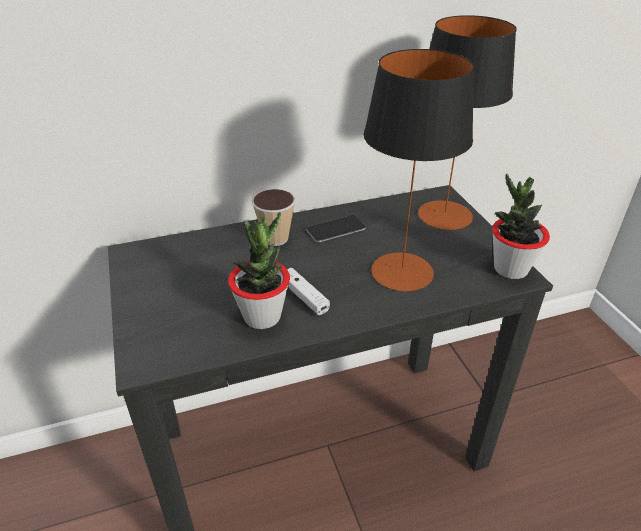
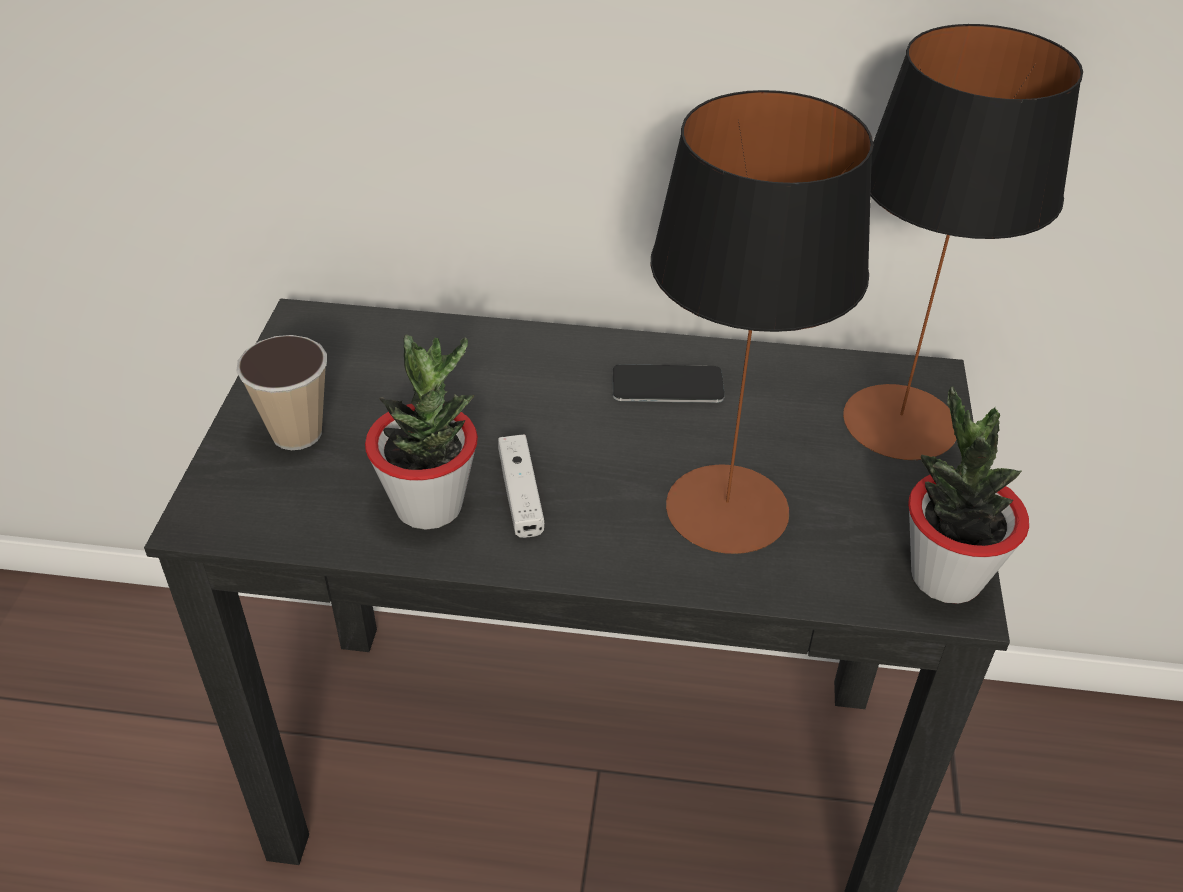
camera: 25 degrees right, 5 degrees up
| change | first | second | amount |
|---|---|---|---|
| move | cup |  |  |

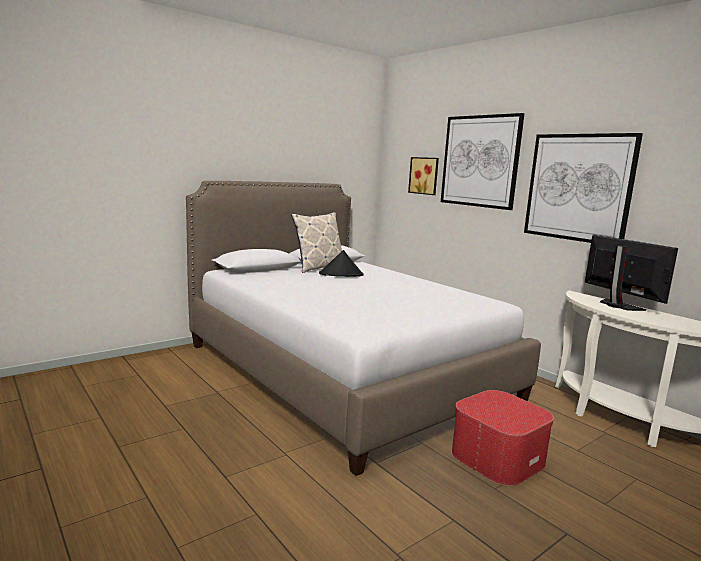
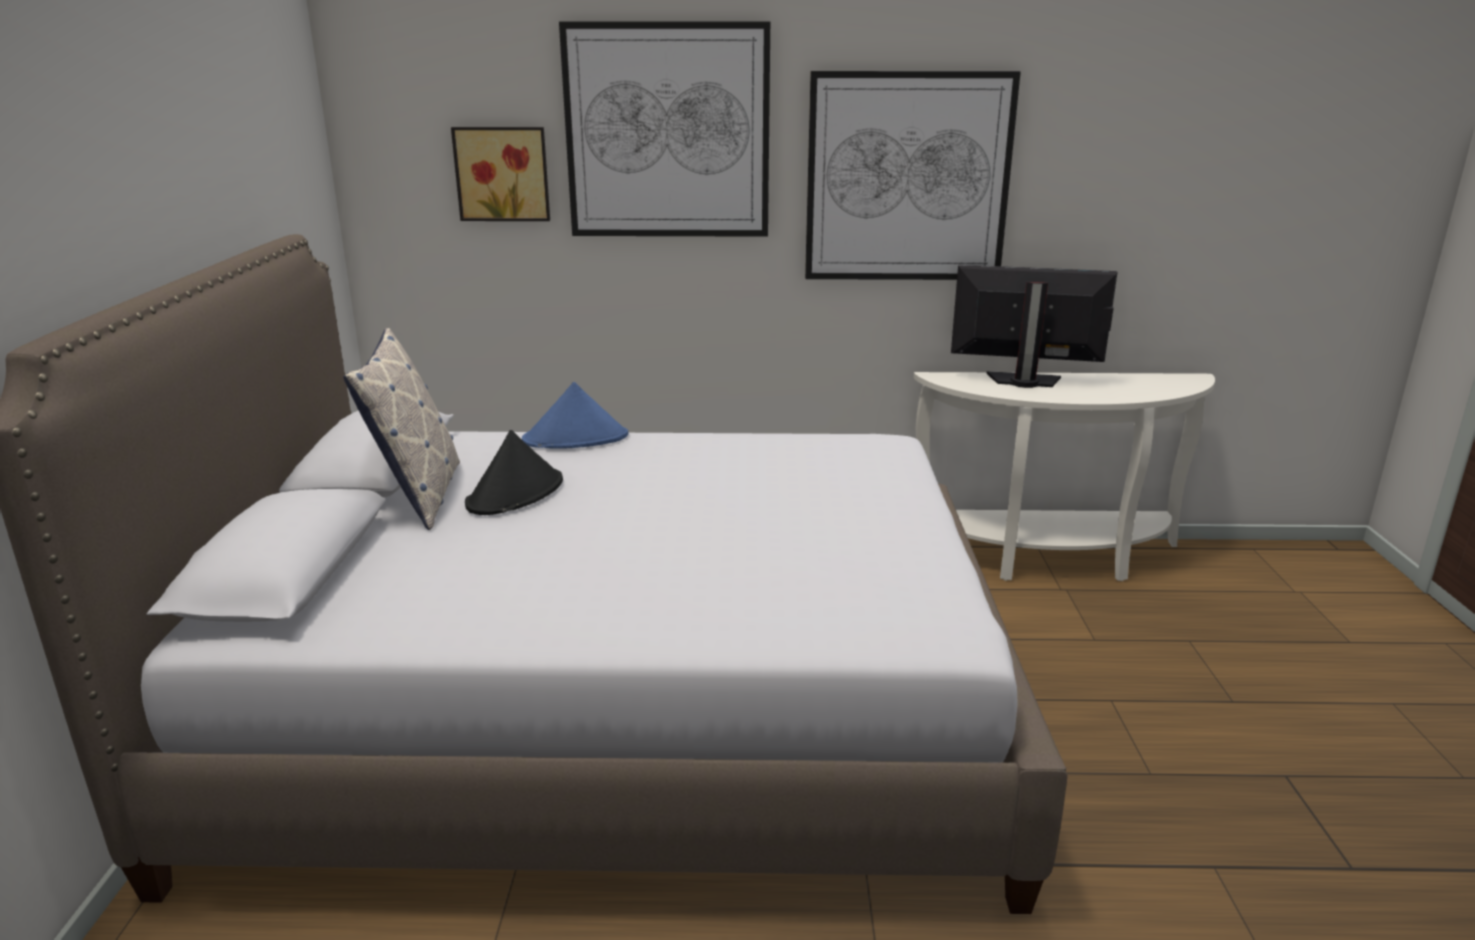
camera: 50 degrees left, 10 degrees up
| change | first | second | amount |
|---|---|---|---|
| delete | footrest |  |  |
| insert |  | hat/bluish |  |

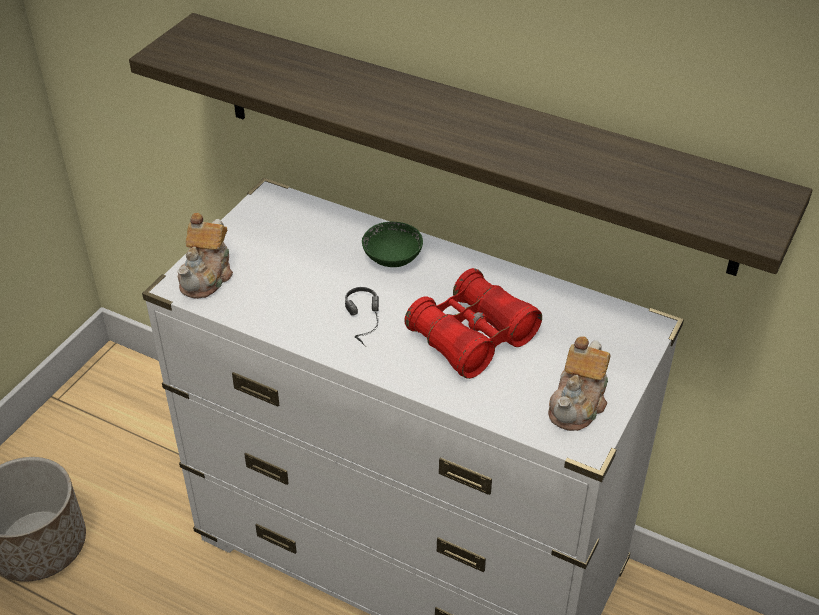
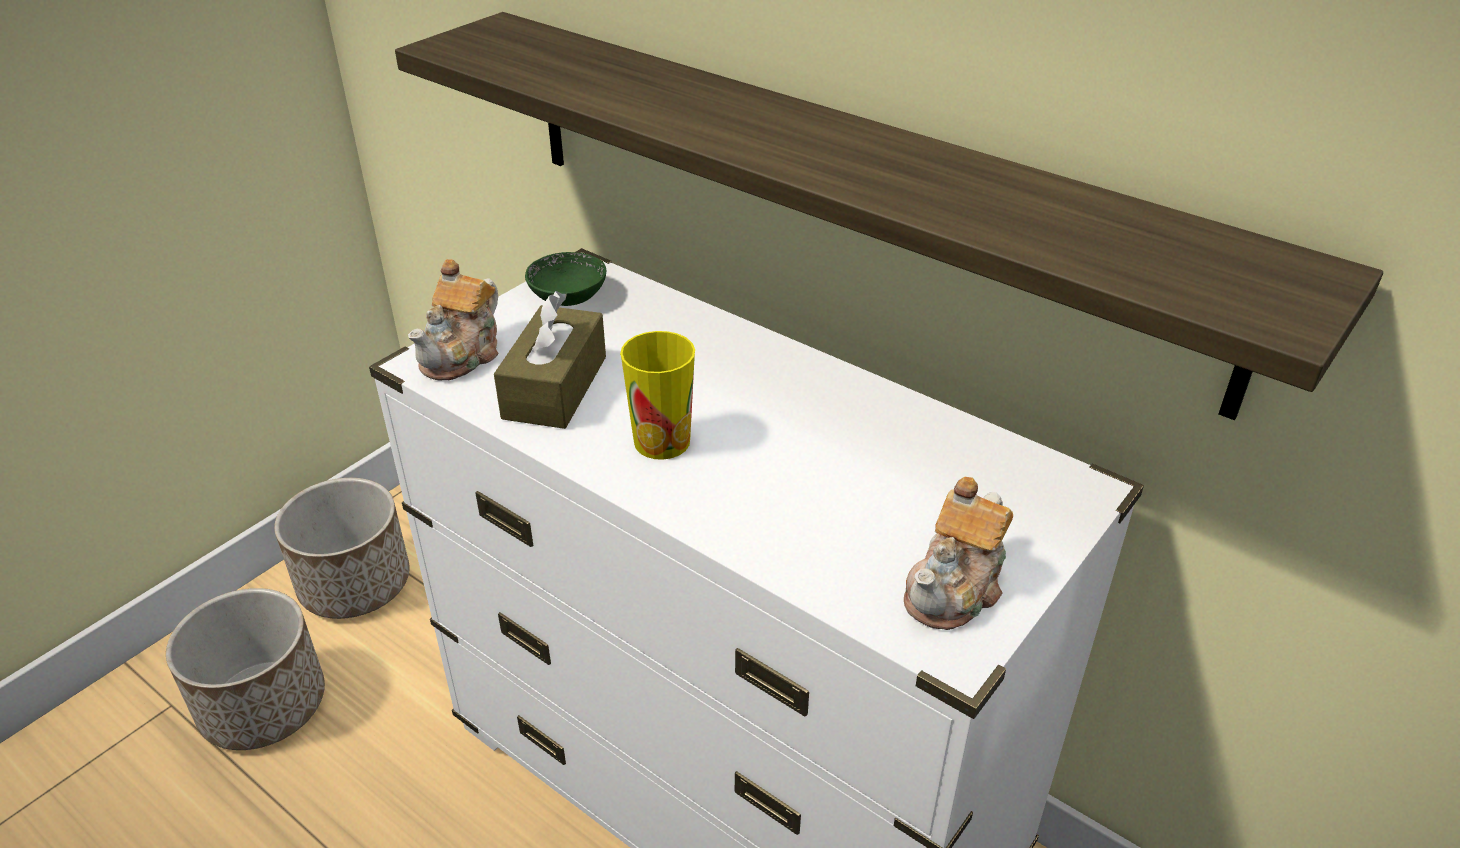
camera: 10 degrees right, 5 degrees down
| change | first | second | amount |
|---|---|---|---|
| delete | field glasses/reddish |  |  |
| insert |  | plant pot (2nd from left) |  |
| insert |  | box of tissues/brown |  |
| move | serving bowl/greenish |  |  |
| replace | headset | cup |  |

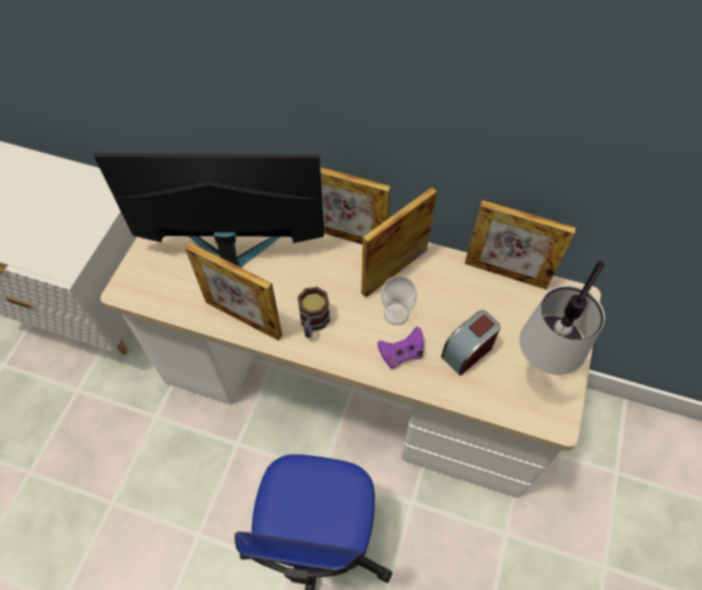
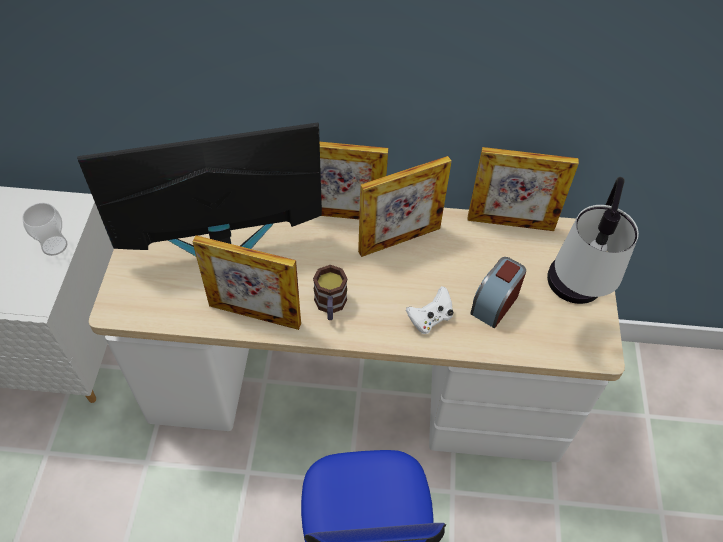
camera: 15 degrees left, 5 degrees down
| change | first | second | amount |
|---|---|---|---|
| move | cup |  |  |
| recolor | game controller/purple-coloured | game controller/whitish |  |
| rotate | picture frame (3rd from left) |  | 150 degrees counterclockwise |

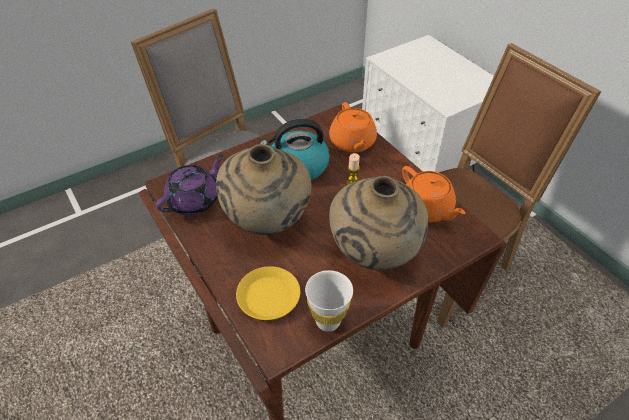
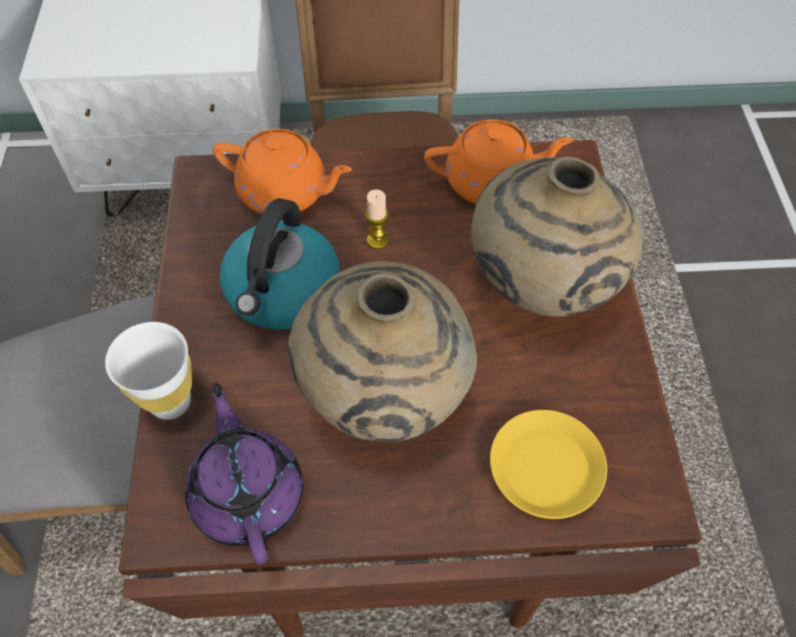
camera: 60 degrees left, 10 degrees up
| change | first | second | amount |
|---|---|---|---|
| move | cup/whitish |  |  |

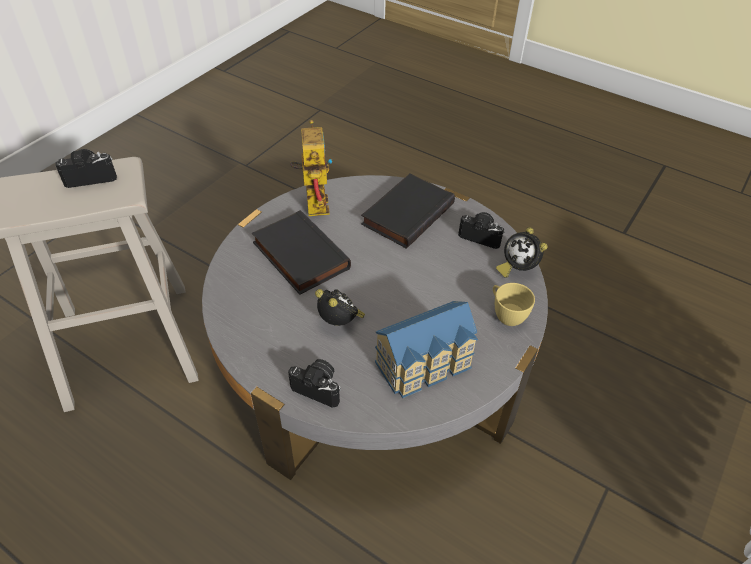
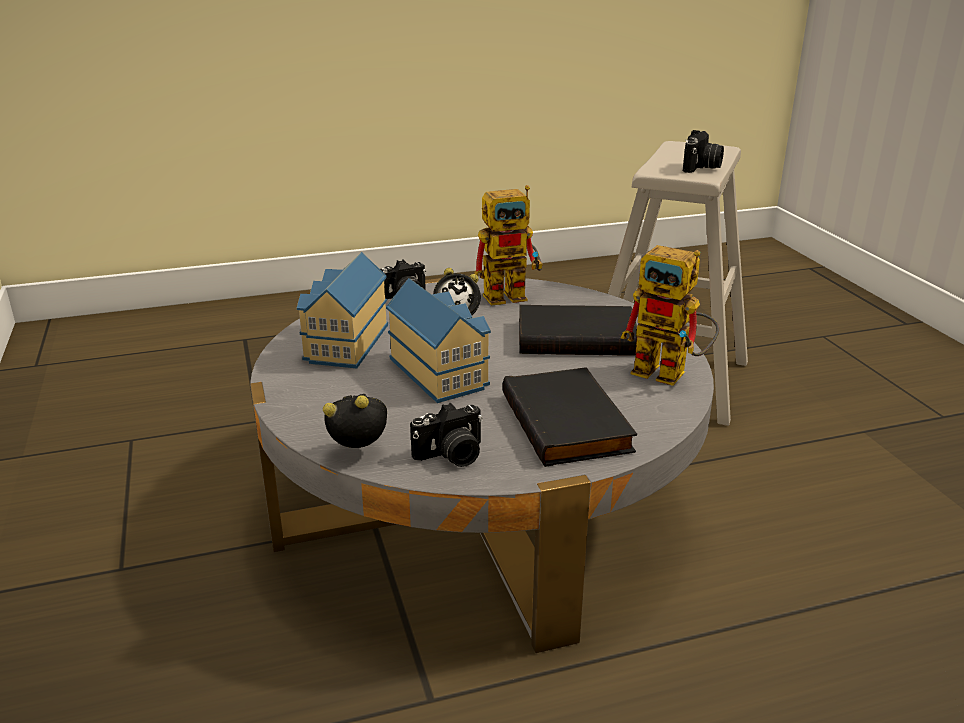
camera: 130 degrees right, 20 degrees down
| change | first | second | amount |
|---|---|---|---|
| delete | cup/yellow |  |  |
| insert |  | model house (2nd from left) |  |
| insert |  | toy robot (1st from left) |  |

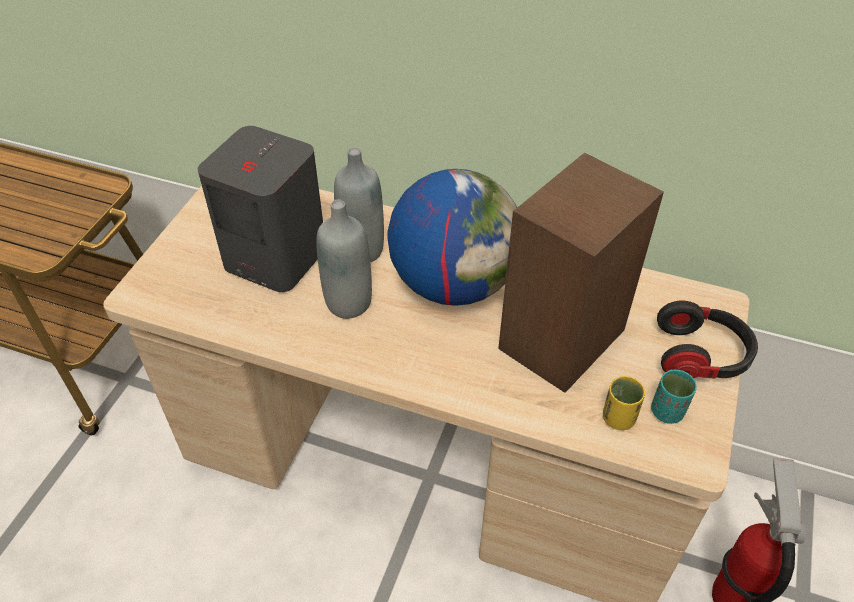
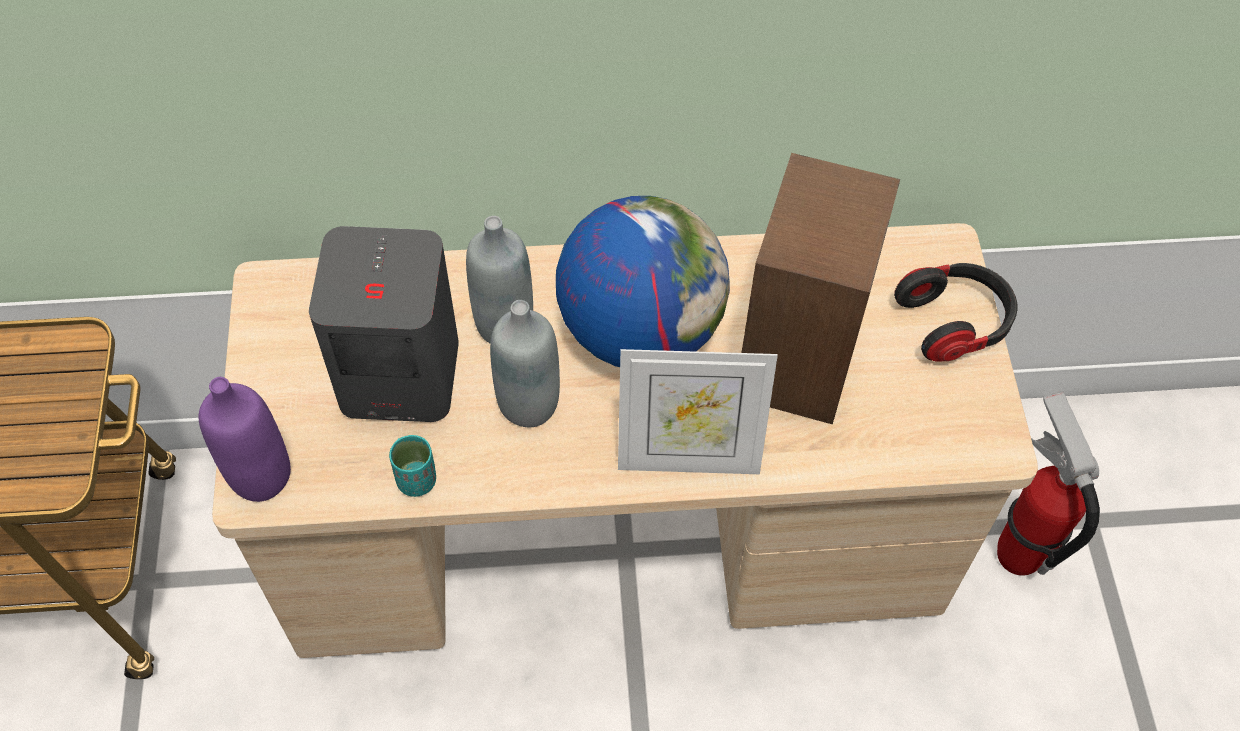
camera: 25 degrees left, 10 degrees up
| change | first | second | amount |
|---|---|---|---|
| delete | cup/yellow |  |  |
| insert |  | bottle/purple-coloured |  |
| insert |  | picture frame |  |
| move | cup/turquoise |  |  |

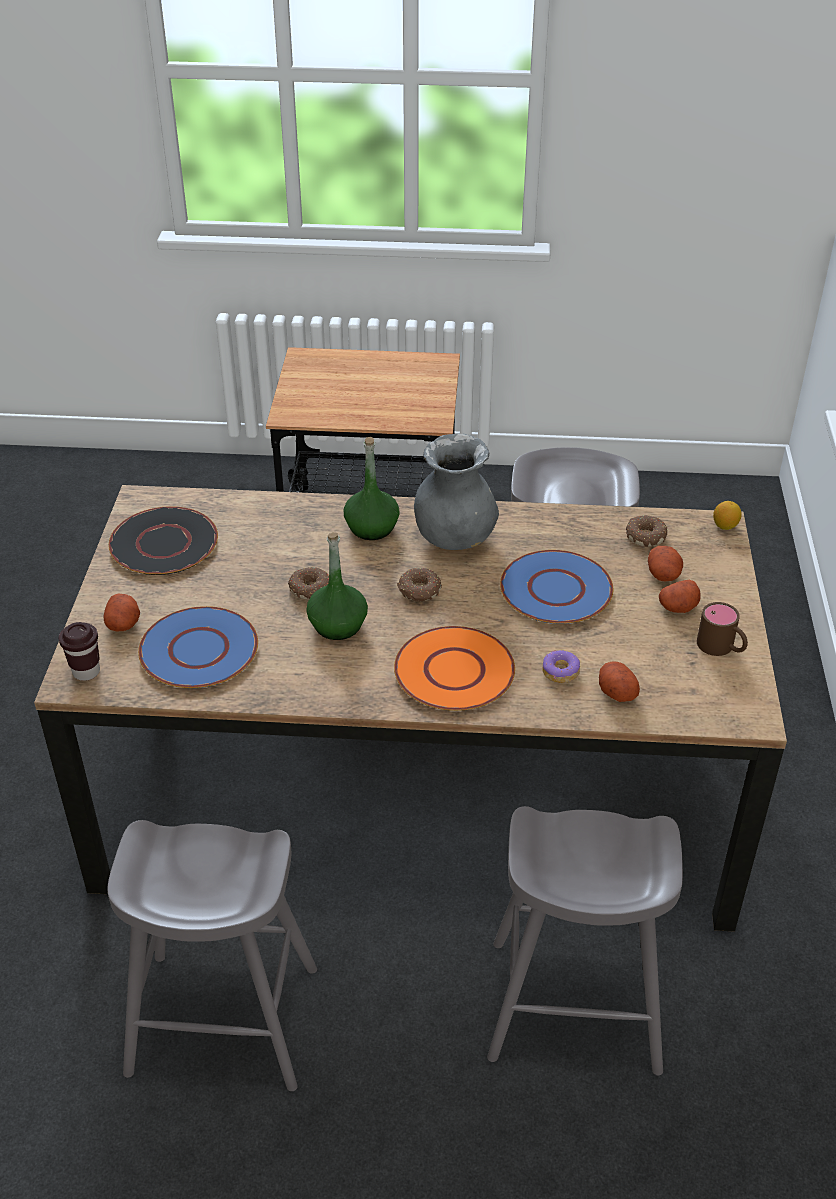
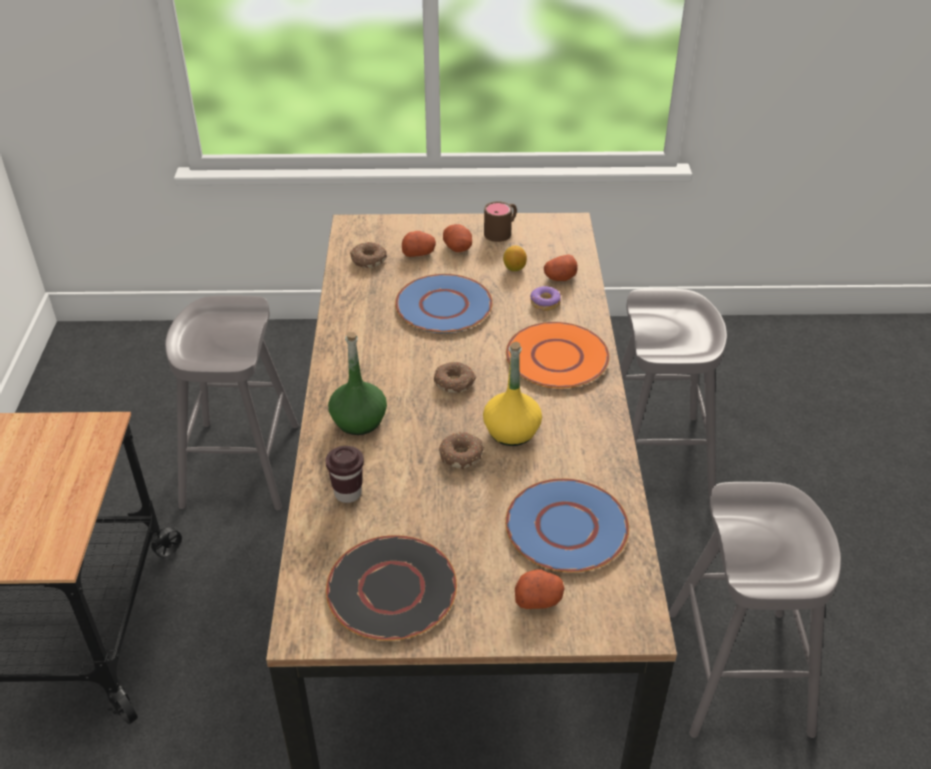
camera: 95 degrees left, 0 degrees up
| change | first | second | amount |
|---|---|---|---|
| delete | flower vase/grey |  |  |
| move | cup/brown |  |  |
| move | lemon |  |  |
| recolor | bottle/greenish (1st from left) | bottle/yellow |  |

